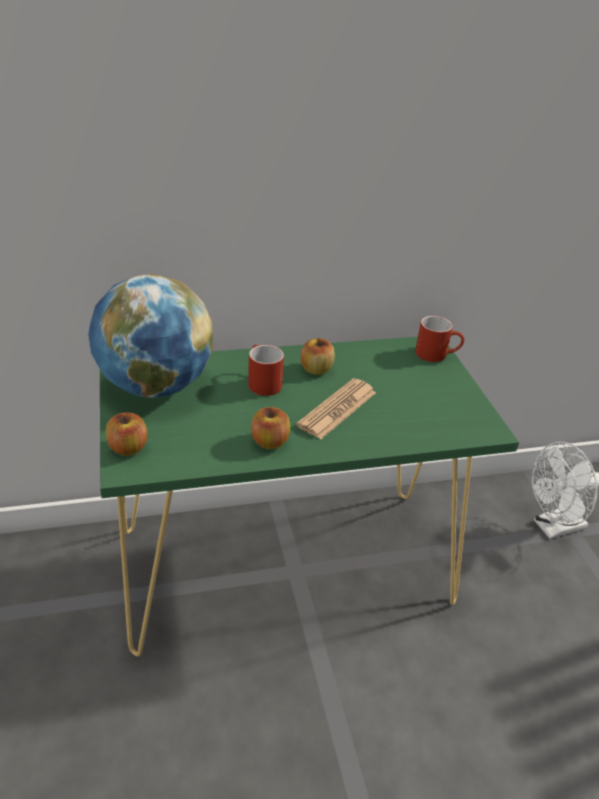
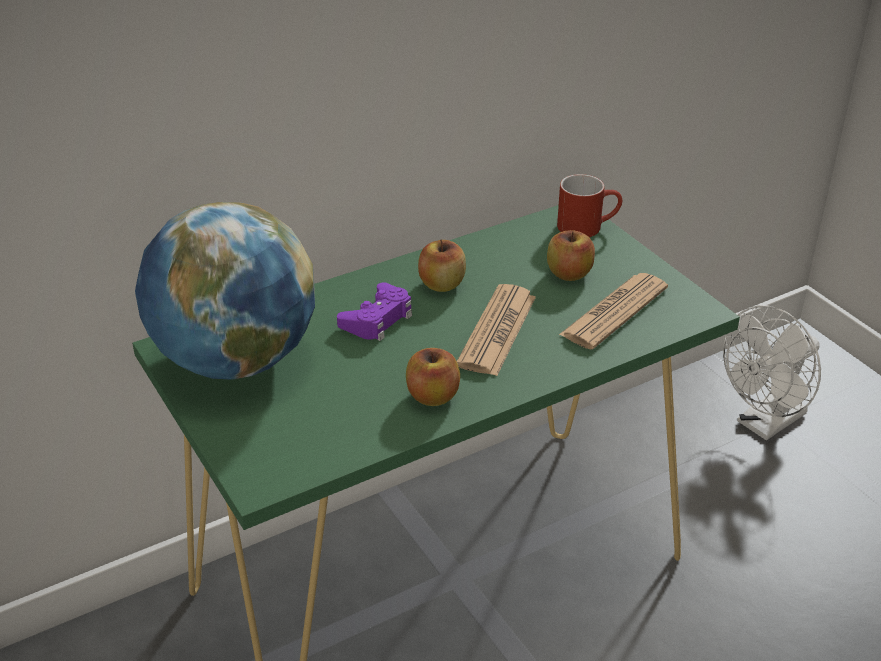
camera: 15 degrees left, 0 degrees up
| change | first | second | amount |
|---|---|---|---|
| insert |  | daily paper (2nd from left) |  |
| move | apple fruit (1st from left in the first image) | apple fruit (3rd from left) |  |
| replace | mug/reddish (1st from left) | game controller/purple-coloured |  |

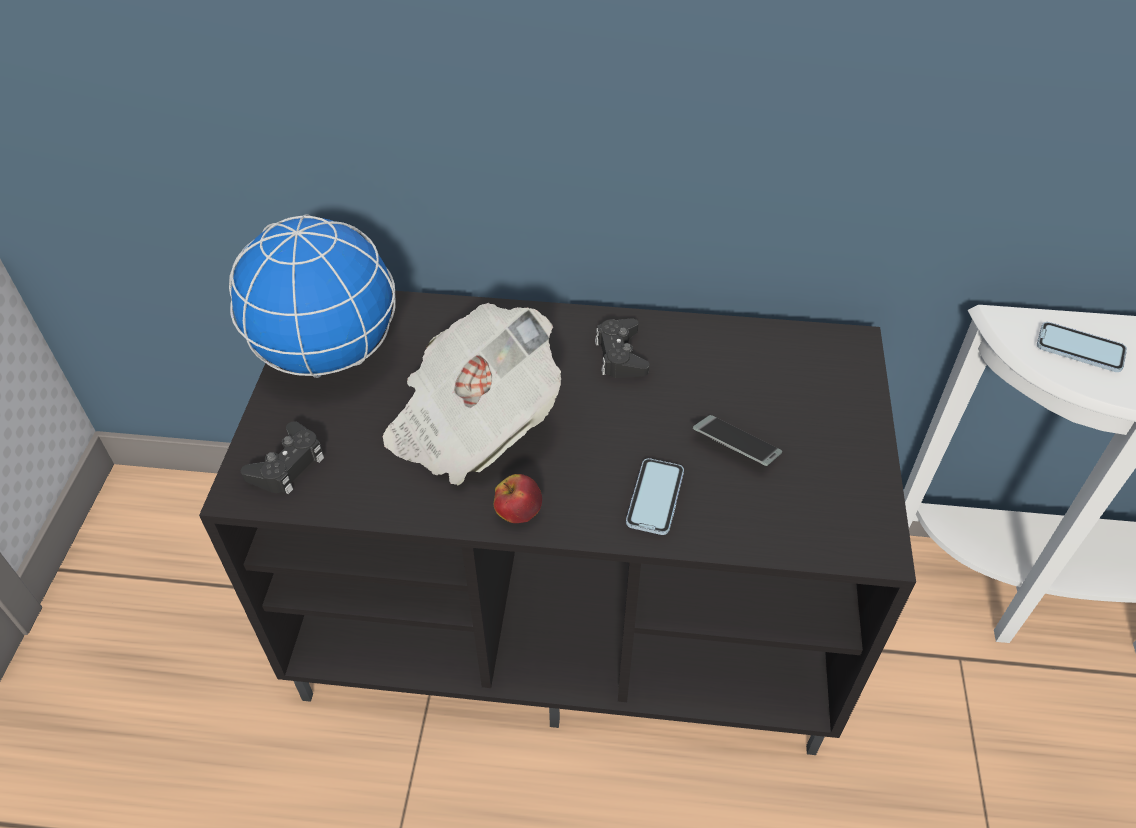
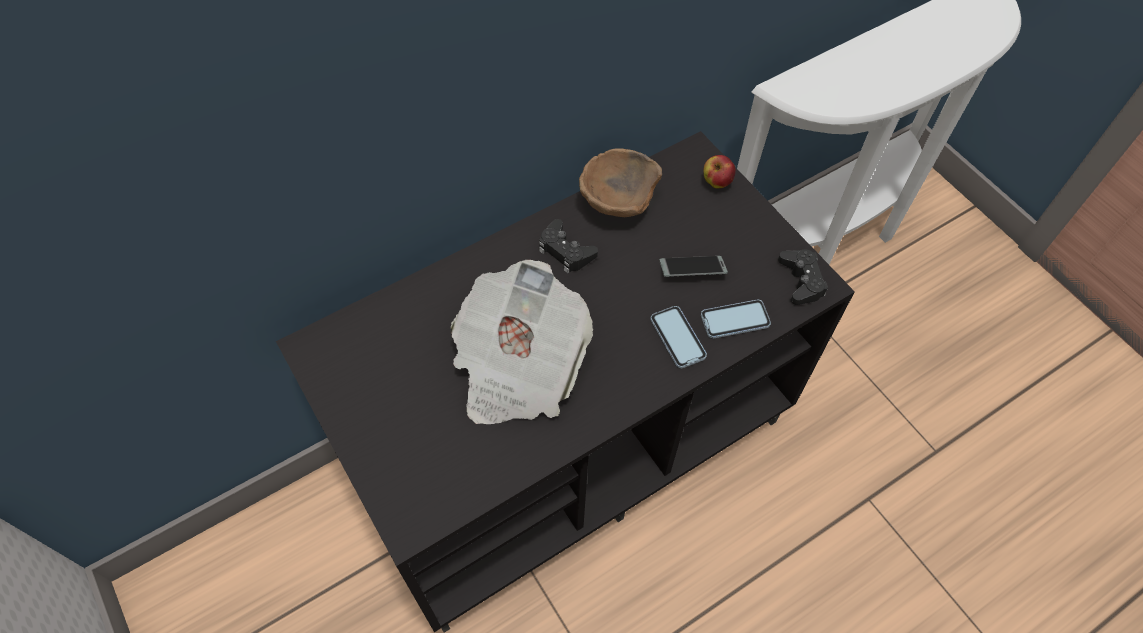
camera: 40 degrees left, 10 degrees up
| change | first | second | amount |
|---|---|---|---|
| delete | globe |  |  |
| insert |  | serving bowl/brown |  |
| move | game controller/black-coloured (1st from left in the first image) | game controller/black-coloured (2nd from left) |  |
| move | apple fruit |  |  |
| move | telephone (3rd from left) |  |  |

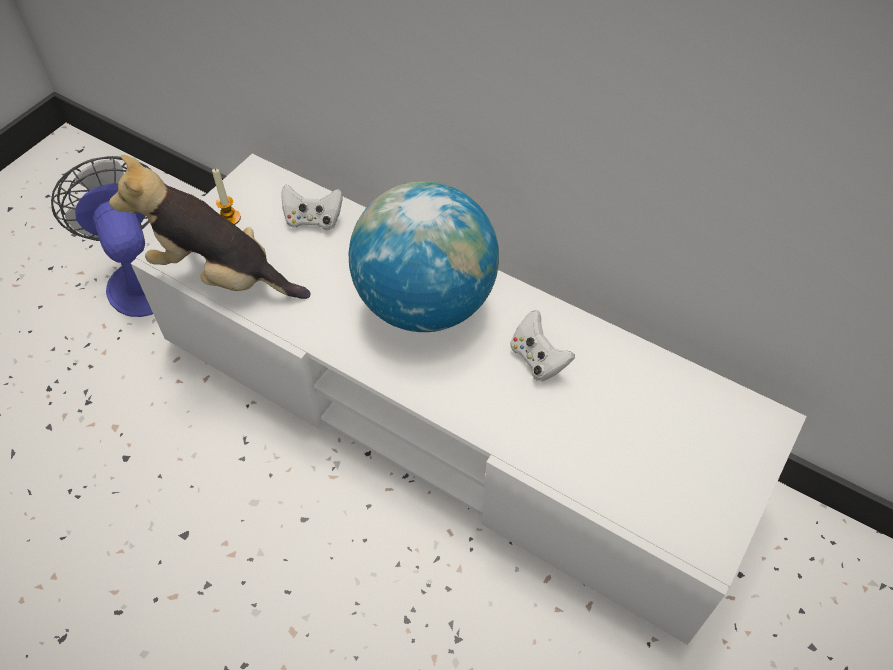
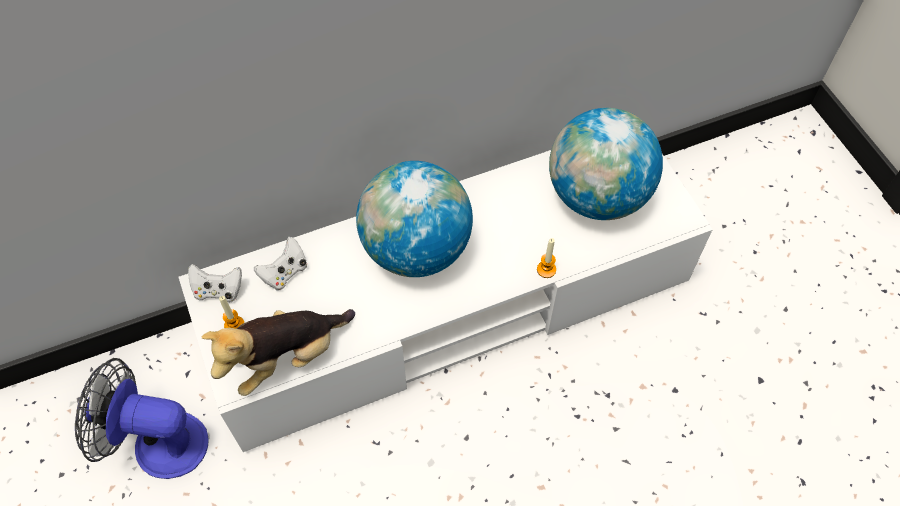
camera: 55 degrees left, 5 degrees up
| change | first | second | amount |
|---|---|---|---|
| insert |  | wax light (2nd from left) |  |
| insert |  | globe (2nd from left) |  |
| move | game controller/whitish (2nd from left in the first image) | game controller/whitish (1st from left) |  |

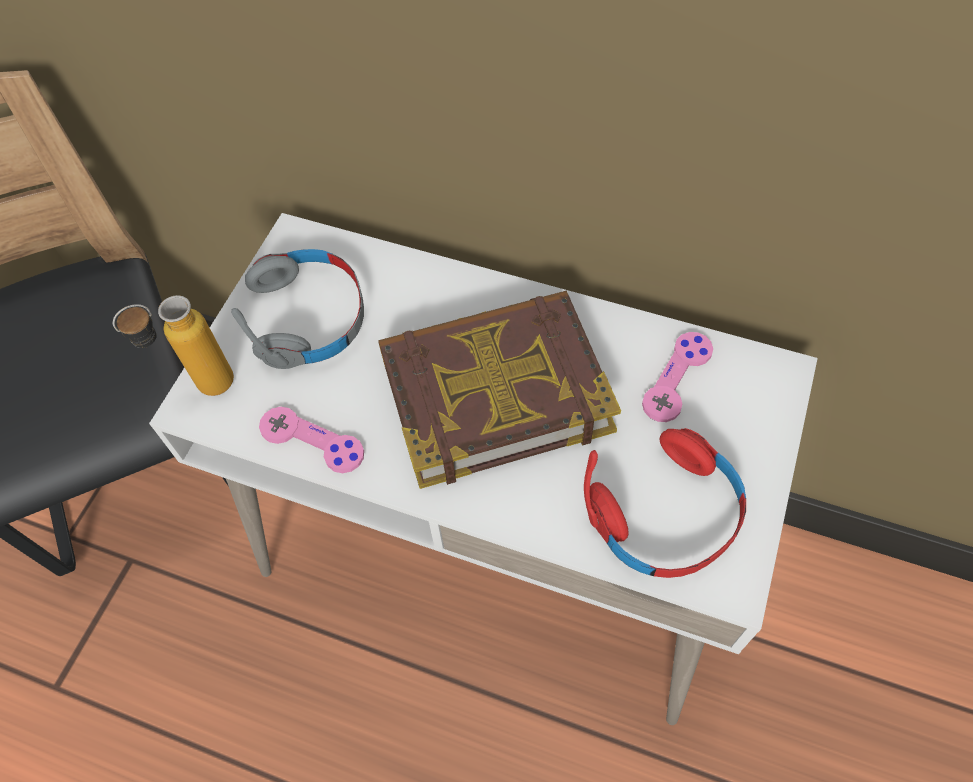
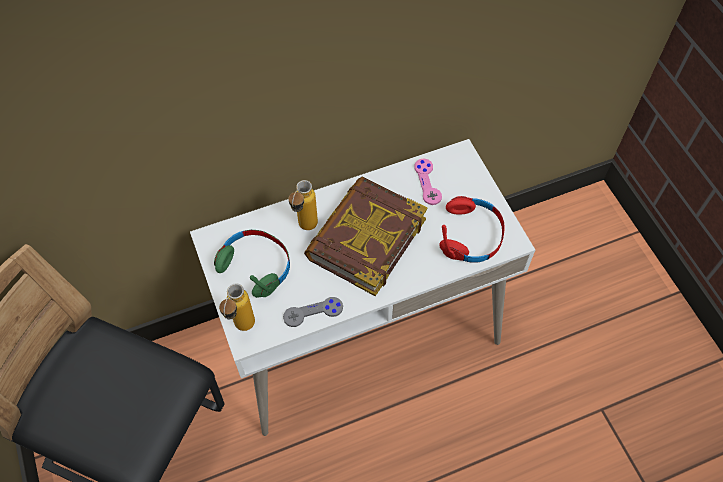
camera: 45 degrees left, 0 degrees up
| change | first | second | amount |
|---|---|---|---|
| insert |  | bottle (2nd from left) |  |
| recolor | headset/grey | headset/greenish |  |
| recolor | game controller/pinkish (1st from left) | game controller/grey |  |

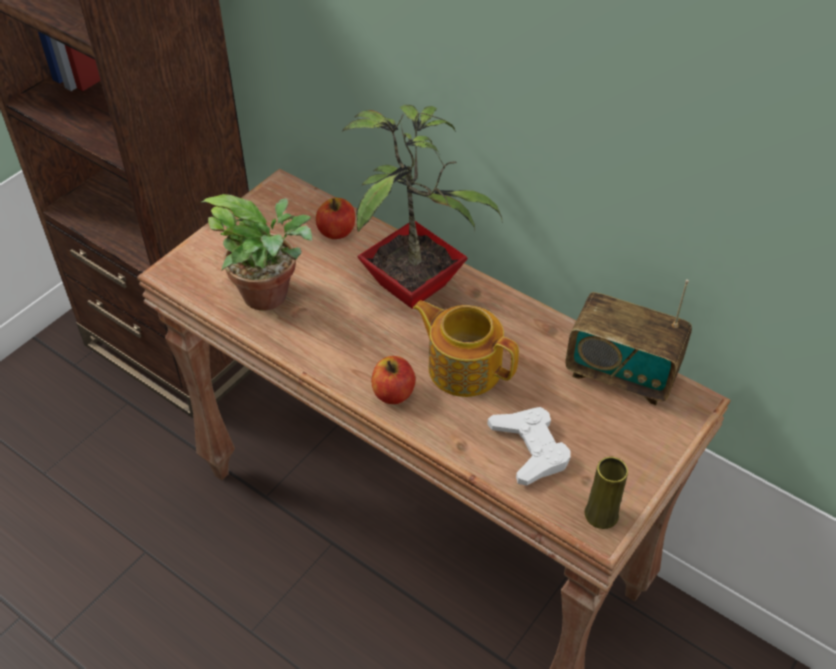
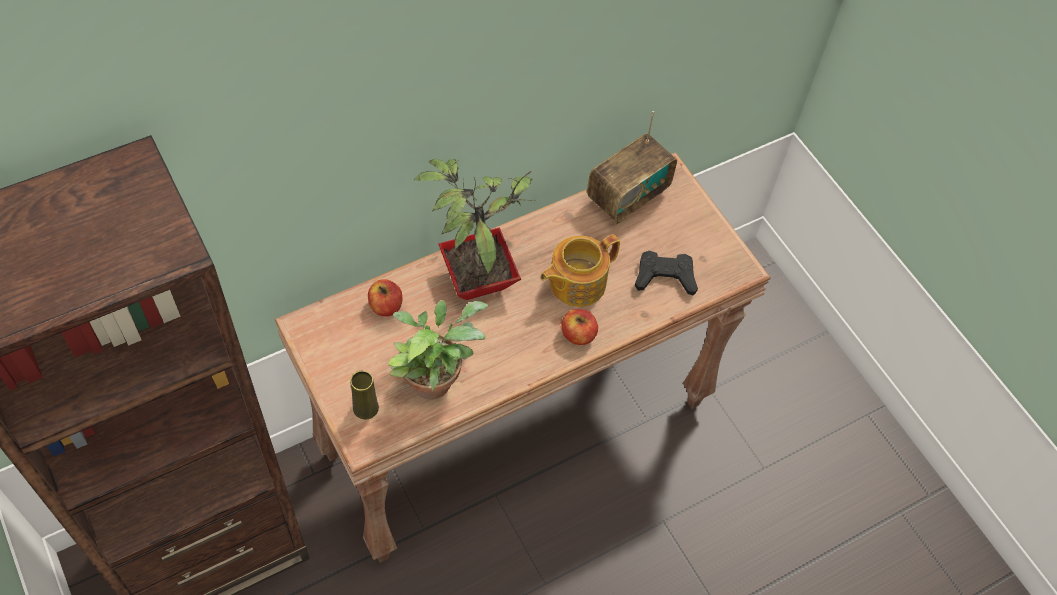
camera: 70 degrees left, 10 degrees up
| change | first | second | amount |
|---|---|---|---|
| move | flower vase/yellow |  |  |
| recolor | game controller/whitish | game controller/black-coloured |  |

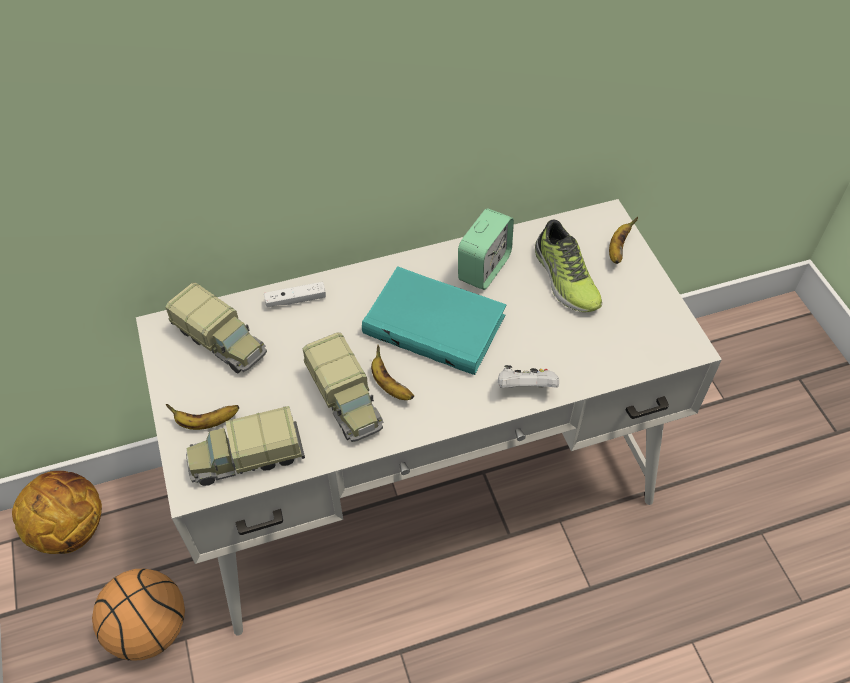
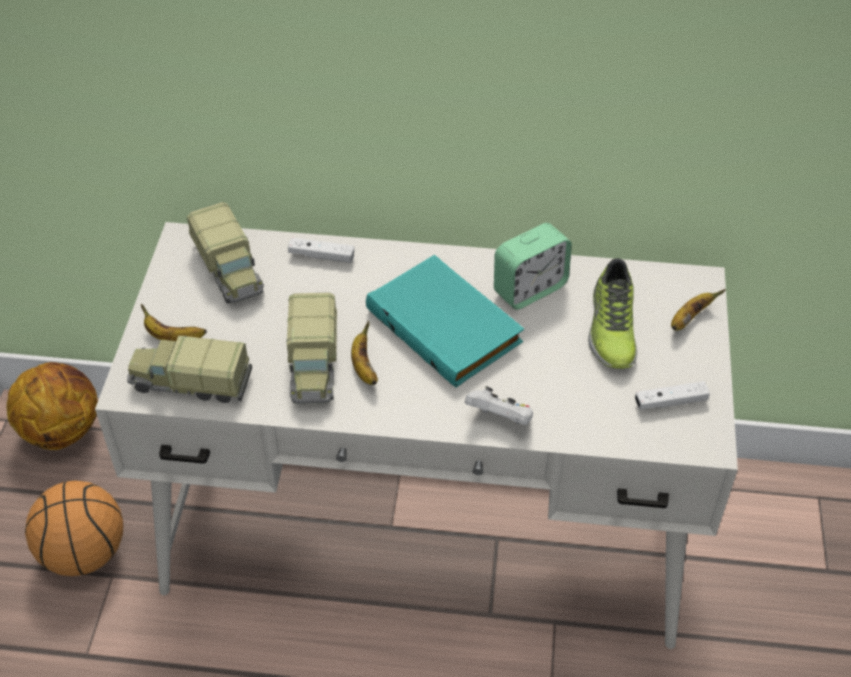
camera: 25 degrees right, 5 degrees down
| change | first | second | amount |
|---|---|---|---|
| insert |  | game controller/whitish (3rd from left) |  |

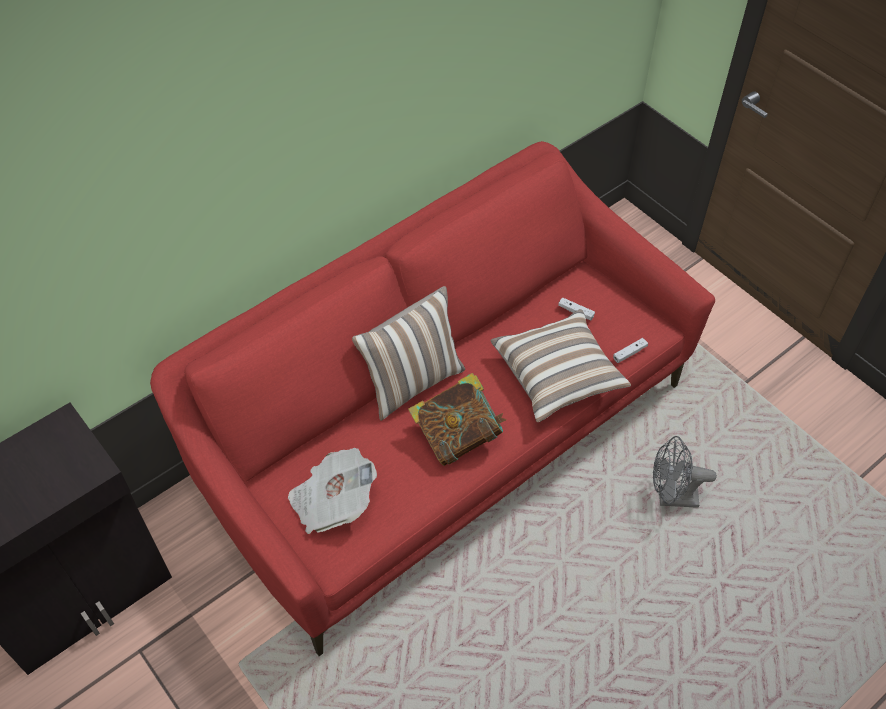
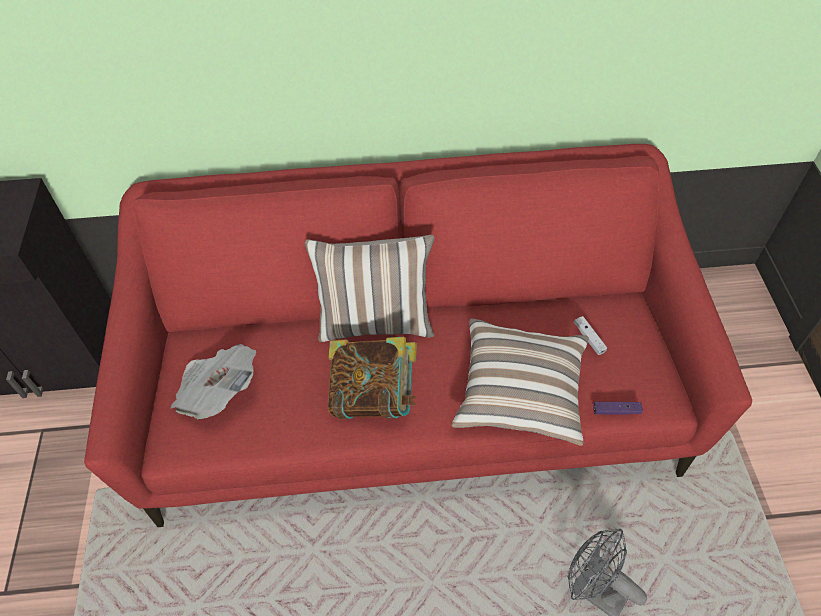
camera: 35 degrees right, 0 degrees up
| change | first | second | amount |
|---|---|---|---|
| recolor | game controller/whitish (2nd from left) | game controller/purple-coloured |  |

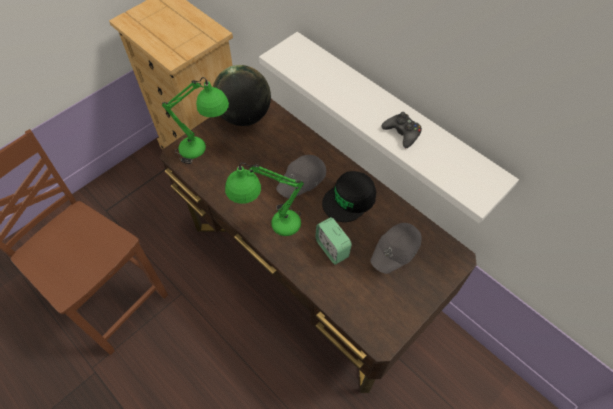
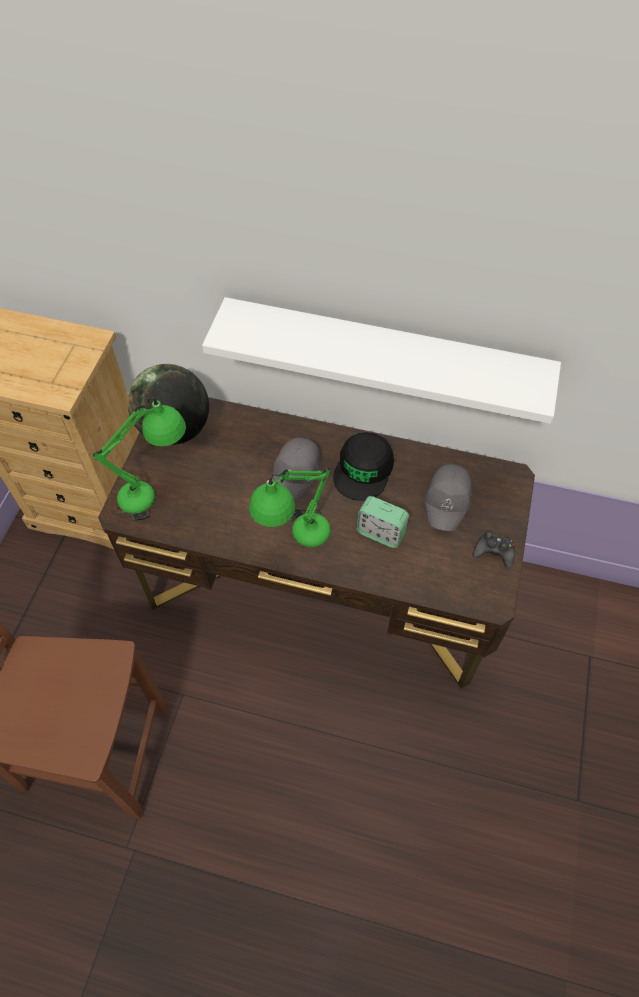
camera: 30 degrees left, 0 degrees up
| change | first | second | amount |
|---|---|---|---|
| move | game controller/black-coloured |  |  |

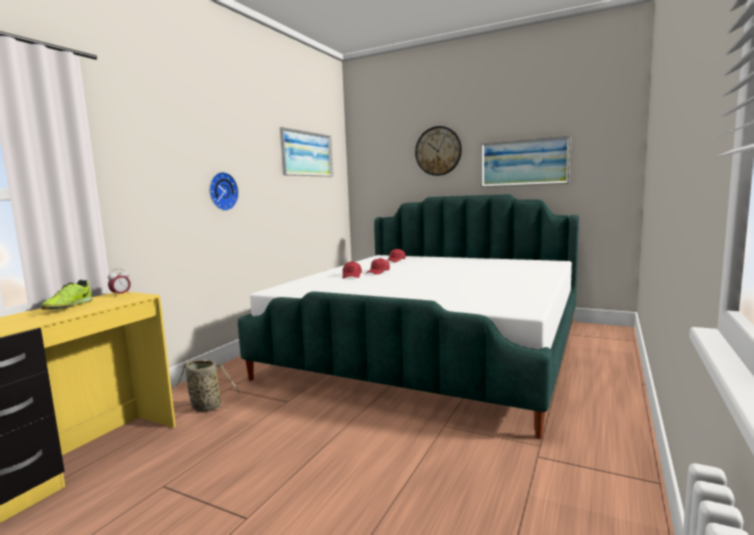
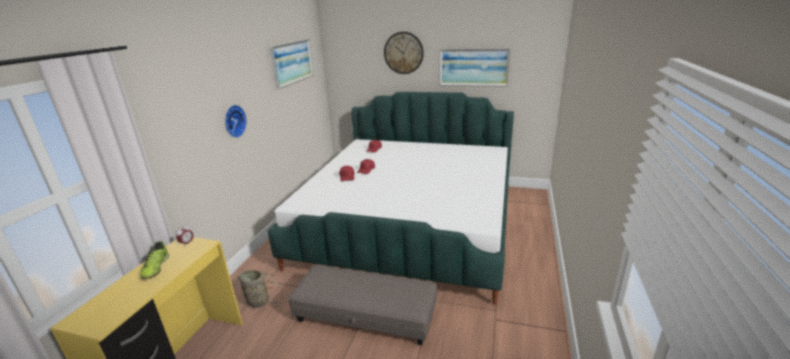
camera: 10 degrees left, 15 degrees up
| change | first | second | amount |
|---|---|---|---|
| insert |  | footrest/grey |  |

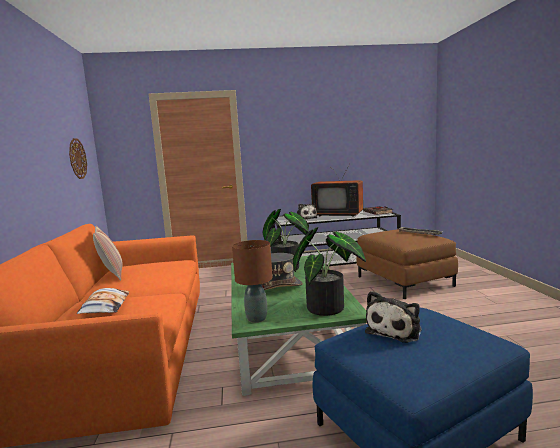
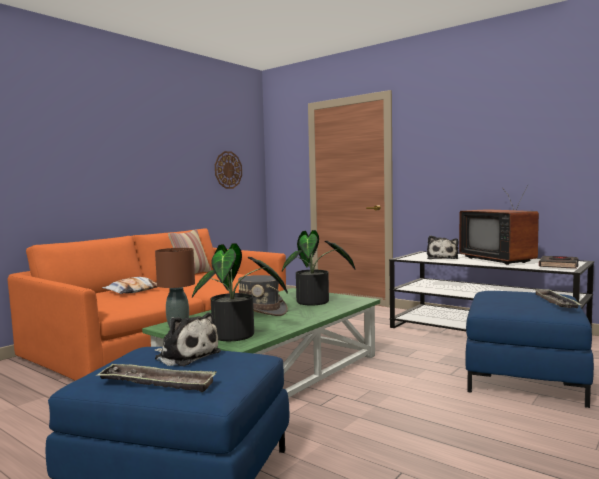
camera: 45 degrees right, 5 degrees down
| change | first | second | amount |
|---|---|---|---|
| insert |  | serving tray (1st from left) |  |
| recolor | footrest/brown | footrest/bluish (2nd from left) |  |
| rotate | soft toy (2nd from left in the first image) | soft toy (1st from left) | 135 degrees counterclockwise |

